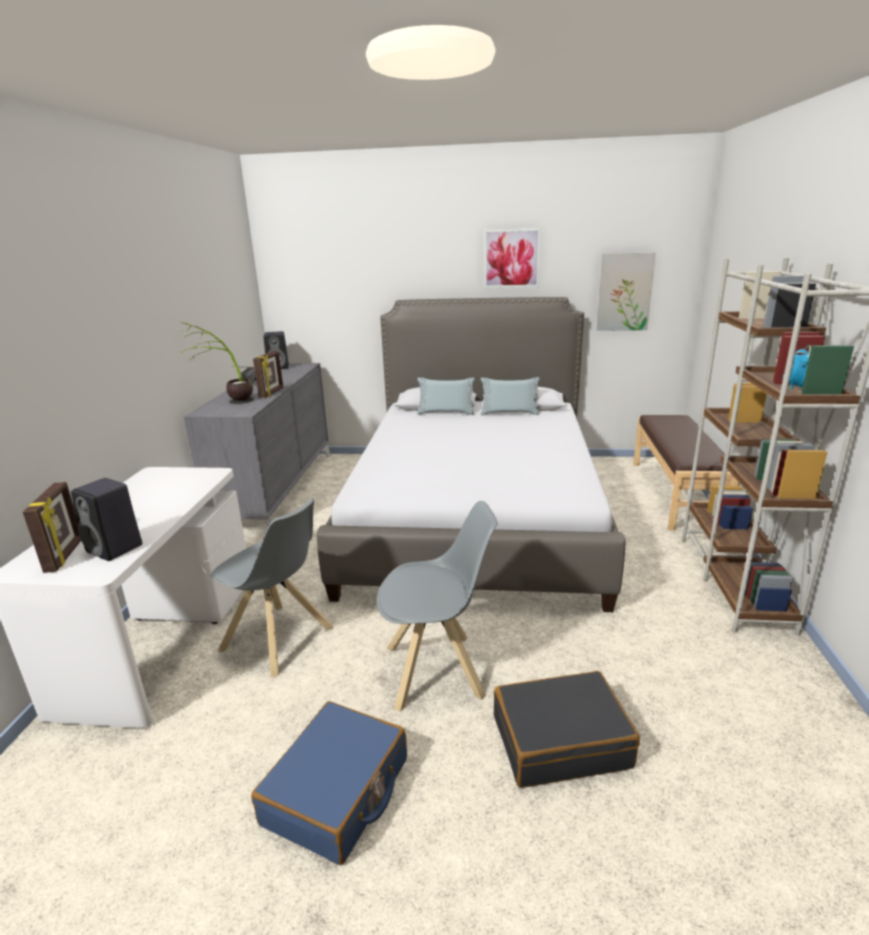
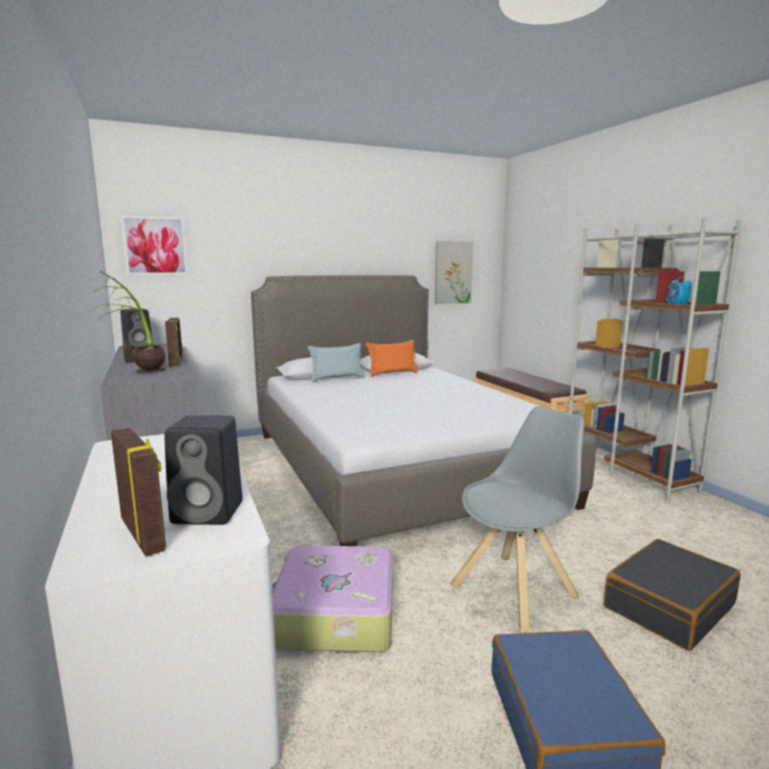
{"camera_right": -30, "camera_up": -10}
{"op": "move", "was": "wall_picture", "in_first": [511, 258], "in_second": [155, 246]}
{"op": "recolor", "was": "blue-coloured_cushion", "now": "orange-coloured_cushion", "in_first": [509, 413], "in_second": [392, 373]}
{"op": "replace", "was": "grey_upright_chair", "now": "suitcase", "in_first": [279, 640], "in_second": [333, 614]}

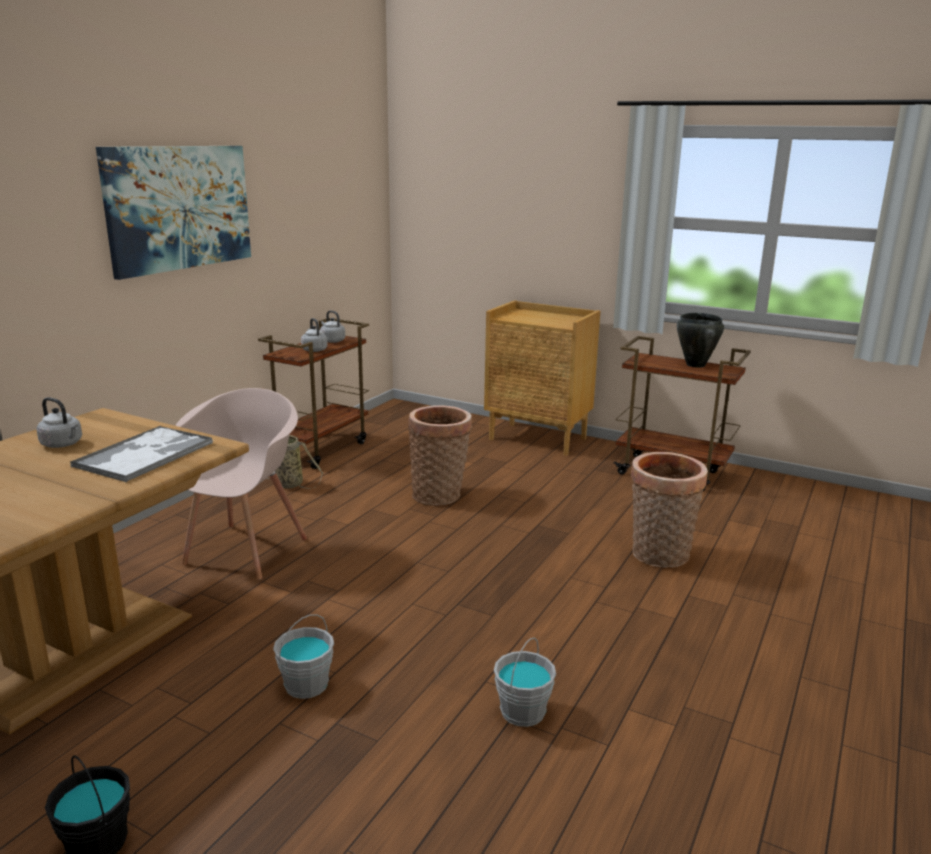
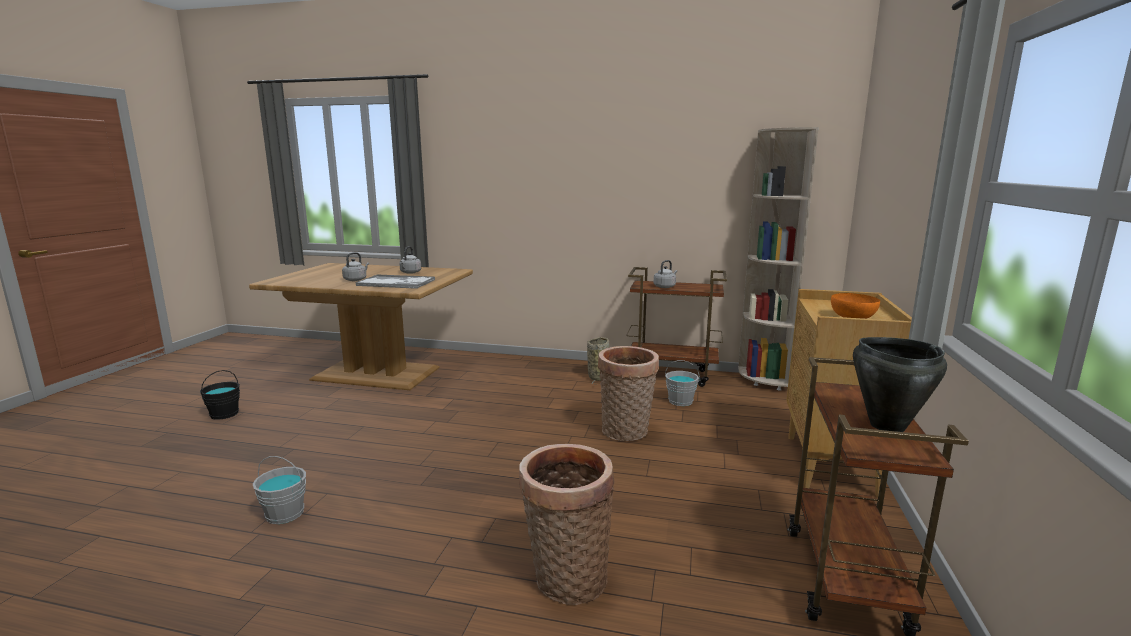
{"camera_right": 75, "camera_up": -5}
{"op": "delete", "was": "wall_picture", "in_first": [179, 208]}
{"op": "move", "was": "grey_kettle", "in_first": [332, 341], "in_second": [356, 279]}
{"op": "delete", "was": "beige-coloured_upright_chair", "in_first": [246, 550]}
{"op": "move", "was": "grey_water_bucket", "in_first": [306, 684], "in_second": [680, 401]}
{"op": "insert", "now": "beige-coloured_bookcase", "in_second": [763, 382]}
{"op": "insert", "now": "orange-coloured_deep_dish", "in_second": [852, 317]}

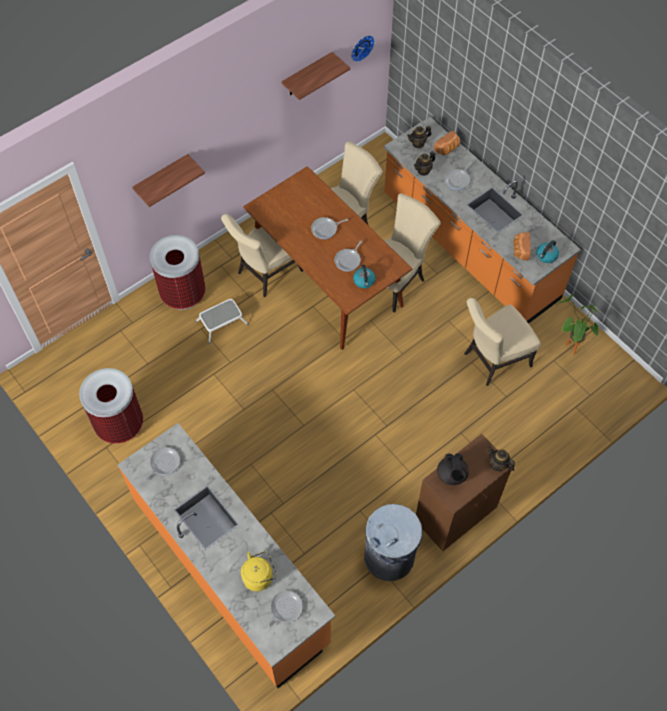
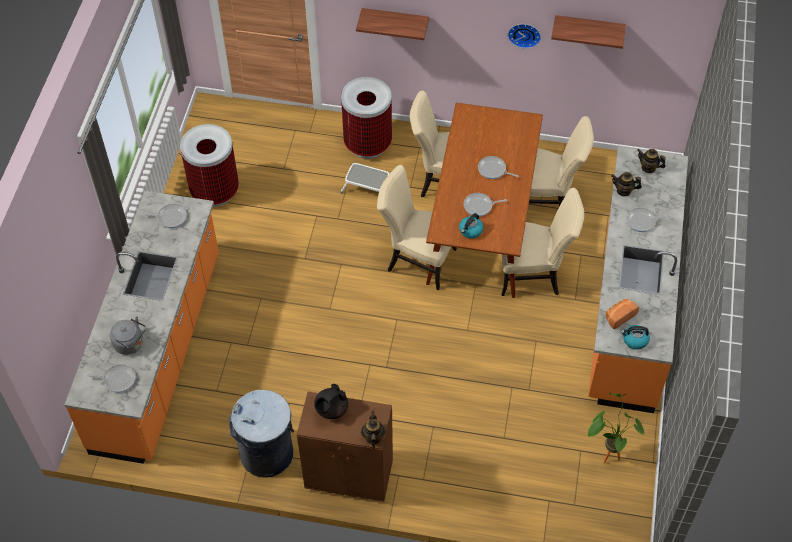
{"camera_right": 50, "camera_up": -5}
{"op": "move", "was": "hanging_clock", "in_first": [361, 47], "in_second": [524, 34]}
{"op": "delete", "was": "baked_bread", "in_first": [447, 149]}
{"op": "move", "was": "beige-coloured_upright_chair", "in_first": [493, 360], "in_second": [417, 260]}
{"op": "recolor", "was": "yellow-coloured_kettle", "now": "grey_kettle", "in_first": [259, 576], "in_second": [130, 344]}

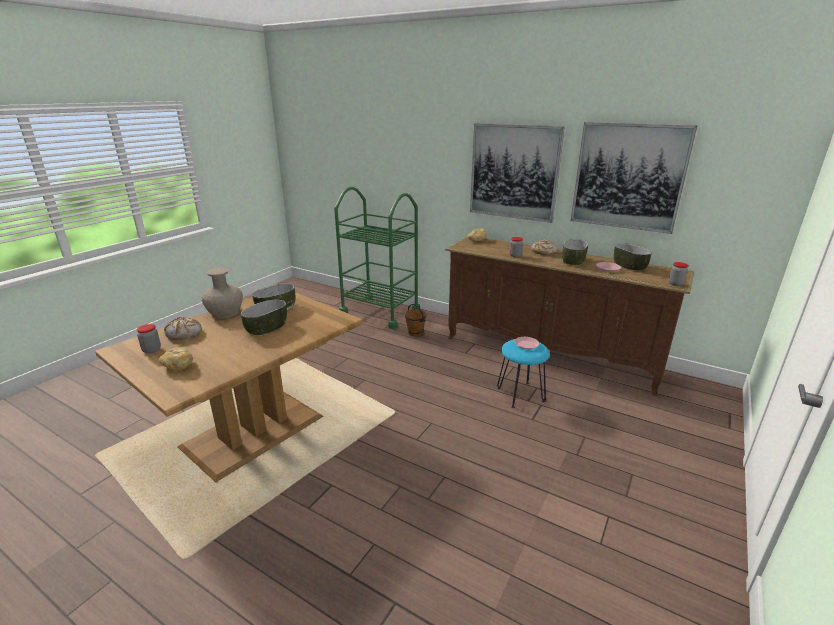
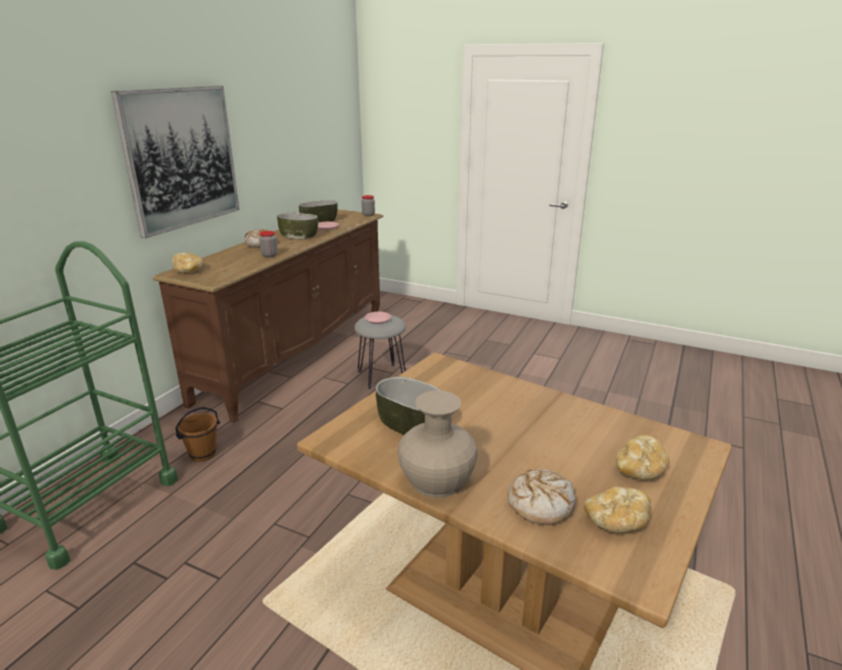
{"camera_right": -95, "camera_up": 0}
{"op": "delete", "was": "wall_picture", "in_first": [628, 177]}
{"op": "delete", "was": "deep_dish", "in_first": [266, 328]}
{"op": "replace", "was": "jar", "now": "baked_bread", "in_first": [152, 350], "in_second": [616, 522]}
{"op": "recolor", "was": "turquoise-coloured_sitting_stool", "now": "grey_sitting_stool", "in_first": [520, 395], "in_second": [382, 376]}

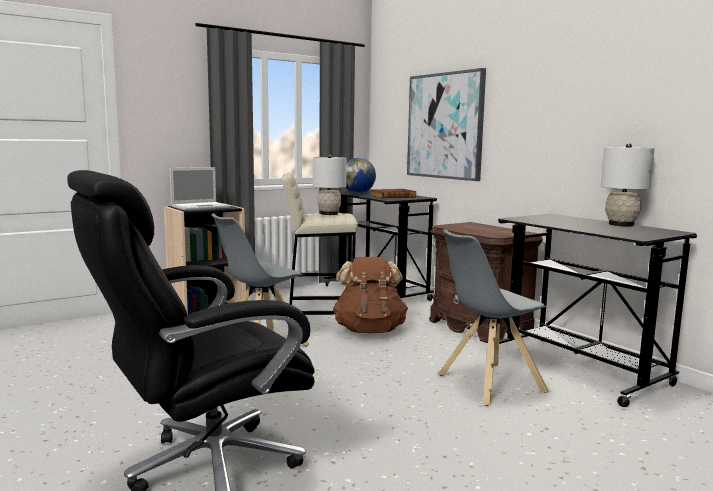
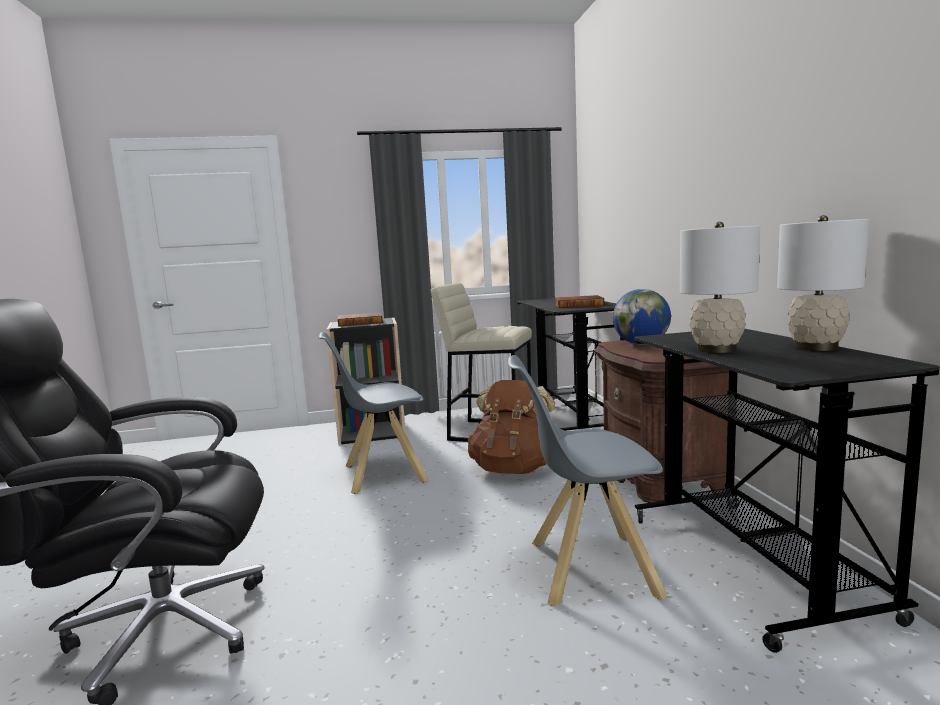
{"camera_right": 25, "camera_up": 0}
{"op": "delete", "was": "wall_picture", "in_first": [445, 126]}
{"op": "move", "was": "white_lamp_for_a_table", "in_first": [329, 214], "in_second": [716, 349]}
{"op": "move", "was": "globe", "in_first": [358, 193], "in_second": [641, 344]}
{"op": "replace", "was": "portable_computer", "now": "bound_book", "in_first": [201, 207], "in_second": [360, 322]}

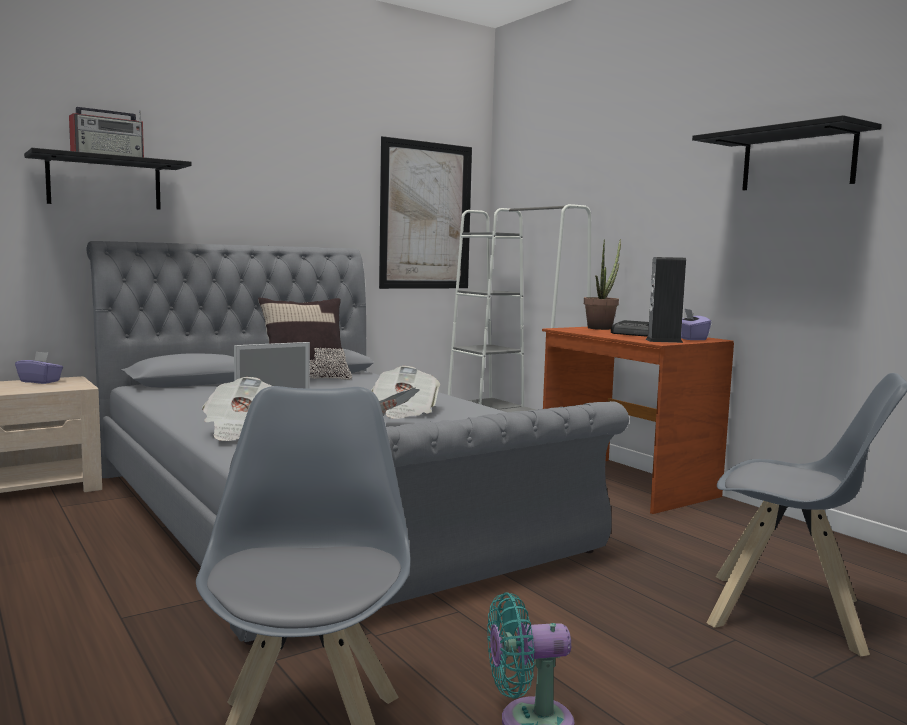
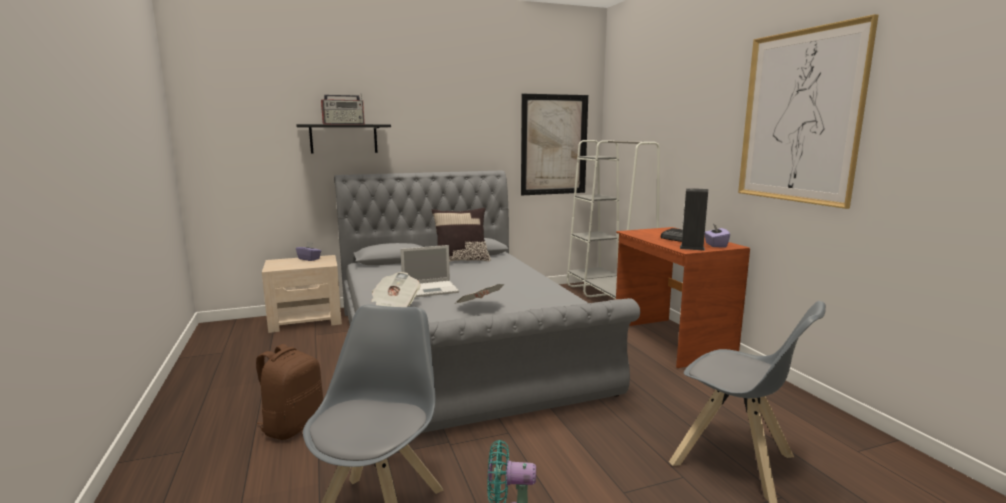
{"camera_right": 15, "camera_up": 5}
{"op": "replace", "was": "blackish_bracket_shelf", "now": "wall_picture", "in_first": [798, 160], "in_second": [799, 117]}
{"op": "delete", "was": "potted_plant", "in_first": [602, 328]}
{"op": "delete", "was": "newspaper", "in_first": [404, 411]}
{"op": "insert", "now": "brown_rucksack", "in_second": [293, 425]}

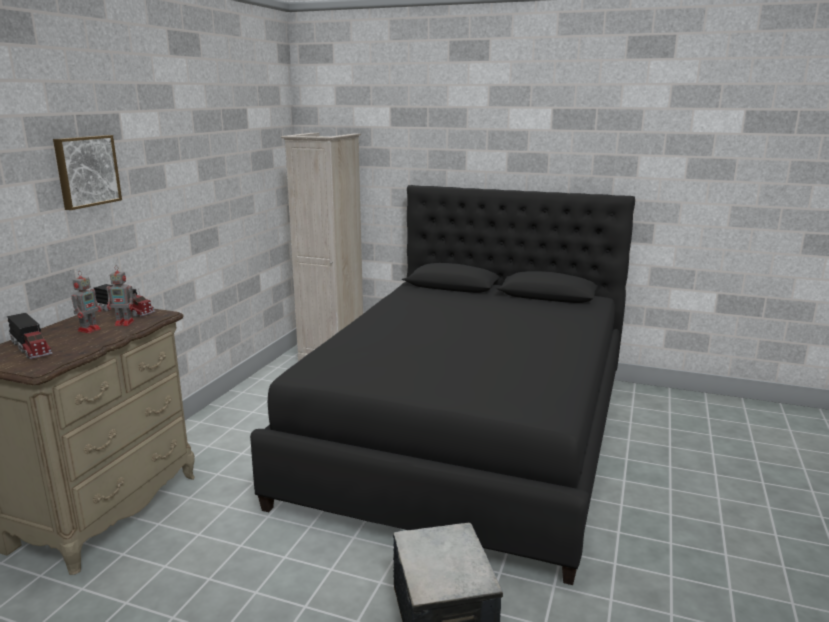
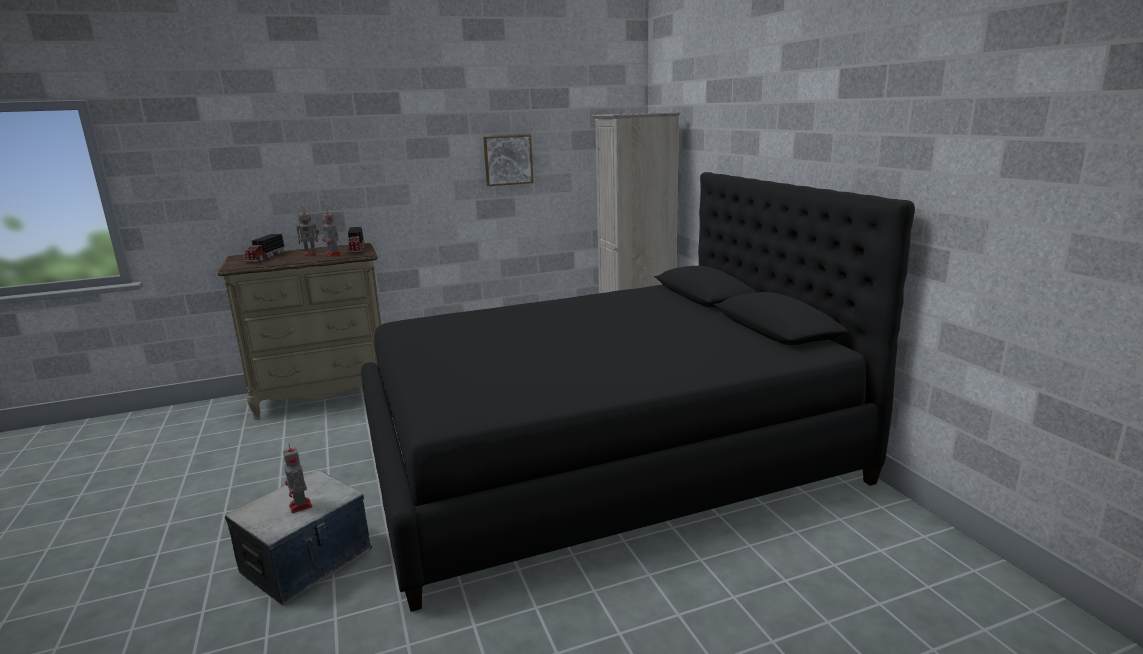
{"camera_right": 50, "camera_up": 0}
{"op": "move", "was": "wall_picture", "in_first": [86, 171], "in_second": [508, 160]}
{"op": "insert", "now": "toy_robot", "in_second": [300, 507]}

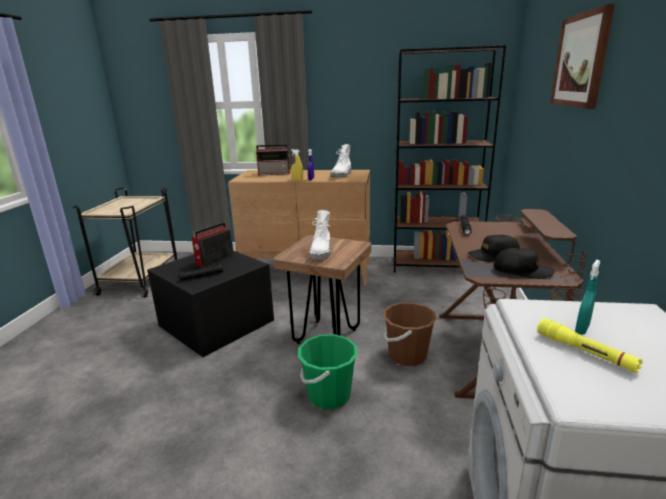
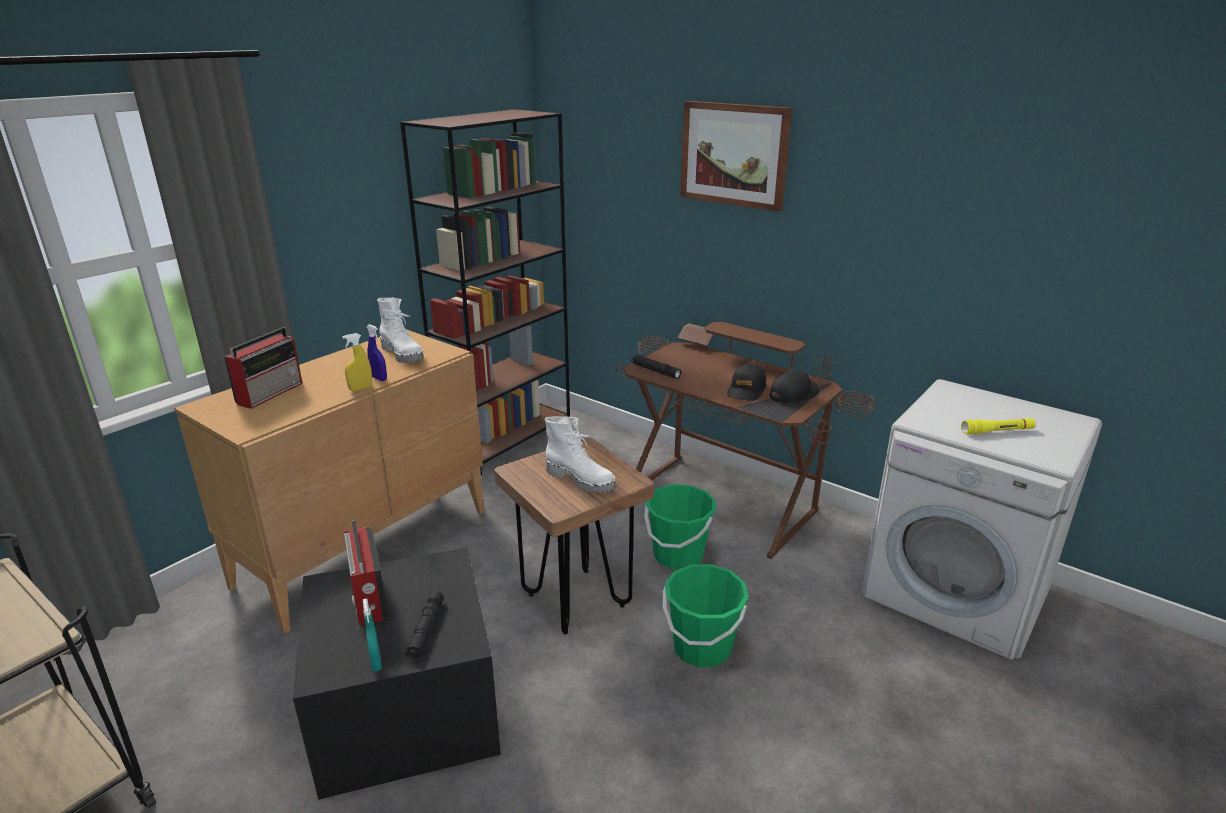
{"camera_right": -60, "camera_up": 5}
{"op": "move", "was": "turquoise-coloured_spray_bottle", "in_first": [582, 329], "in_second": [376, 662]}
{"op": "recolor", "was": "brown_water_bucket", "now": "green-coloured_water_bucket", "in_first": [407, 355], "in_second": [678, 555]}

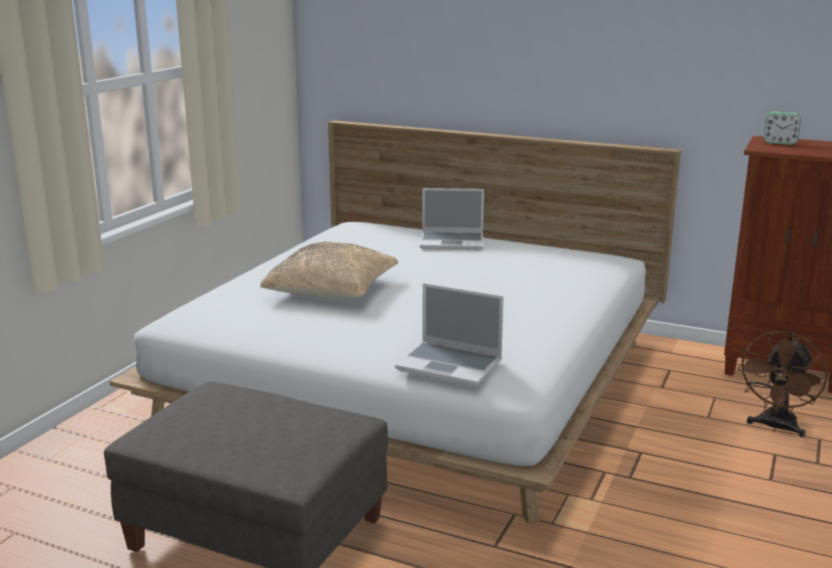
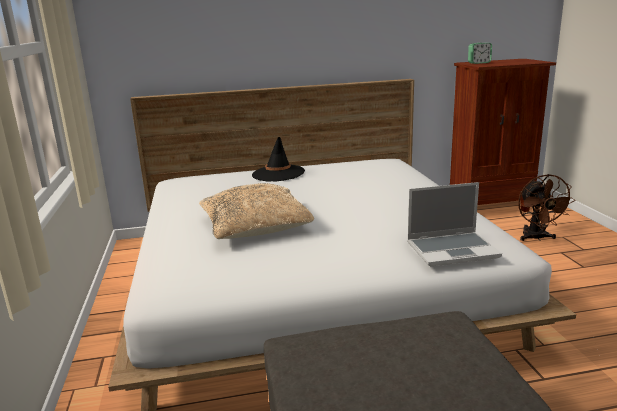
{"camera_right": -35, "camera_up": 0}
{"op": "replace", "was": "portable_computer", "now": "blackish_clothing_hat", "in_first": [453, 242], "in_second": [278, 173]}

